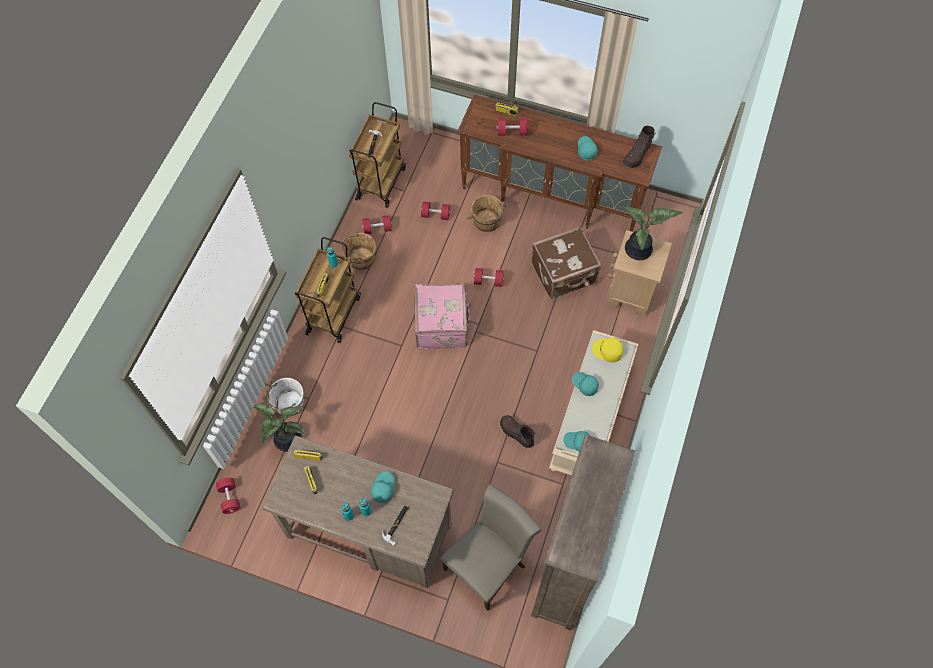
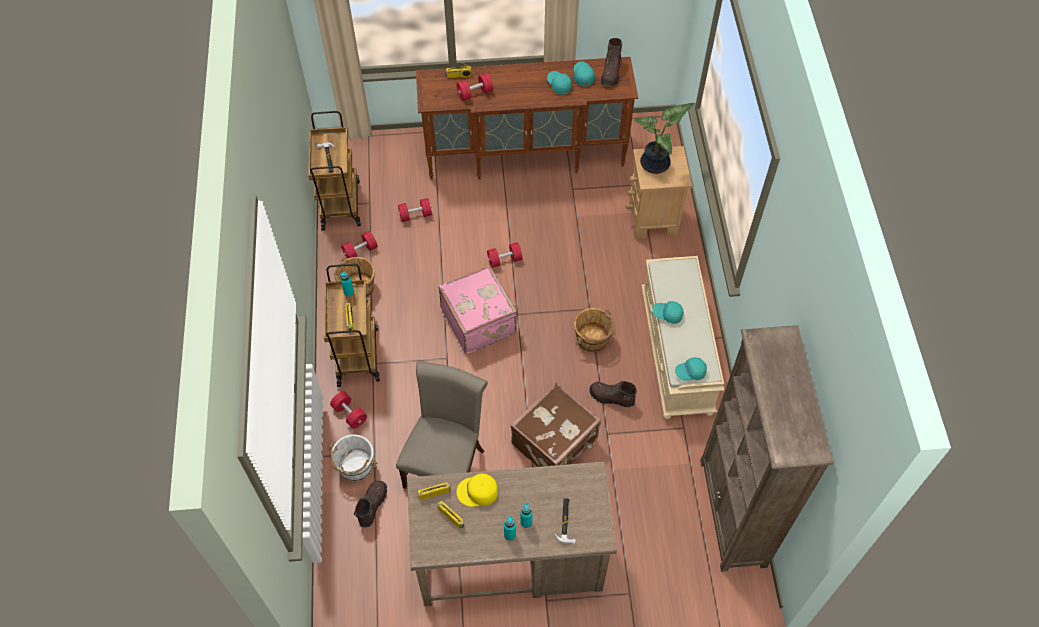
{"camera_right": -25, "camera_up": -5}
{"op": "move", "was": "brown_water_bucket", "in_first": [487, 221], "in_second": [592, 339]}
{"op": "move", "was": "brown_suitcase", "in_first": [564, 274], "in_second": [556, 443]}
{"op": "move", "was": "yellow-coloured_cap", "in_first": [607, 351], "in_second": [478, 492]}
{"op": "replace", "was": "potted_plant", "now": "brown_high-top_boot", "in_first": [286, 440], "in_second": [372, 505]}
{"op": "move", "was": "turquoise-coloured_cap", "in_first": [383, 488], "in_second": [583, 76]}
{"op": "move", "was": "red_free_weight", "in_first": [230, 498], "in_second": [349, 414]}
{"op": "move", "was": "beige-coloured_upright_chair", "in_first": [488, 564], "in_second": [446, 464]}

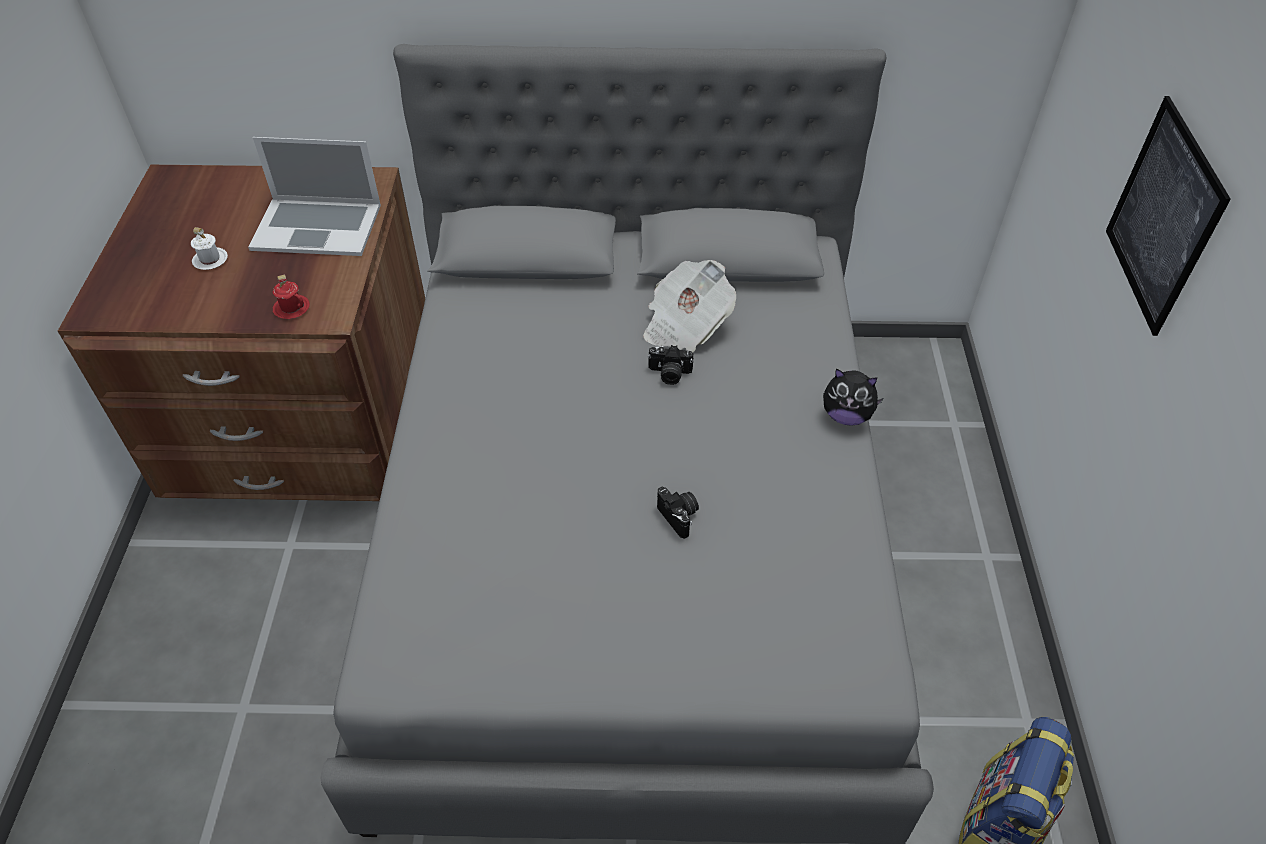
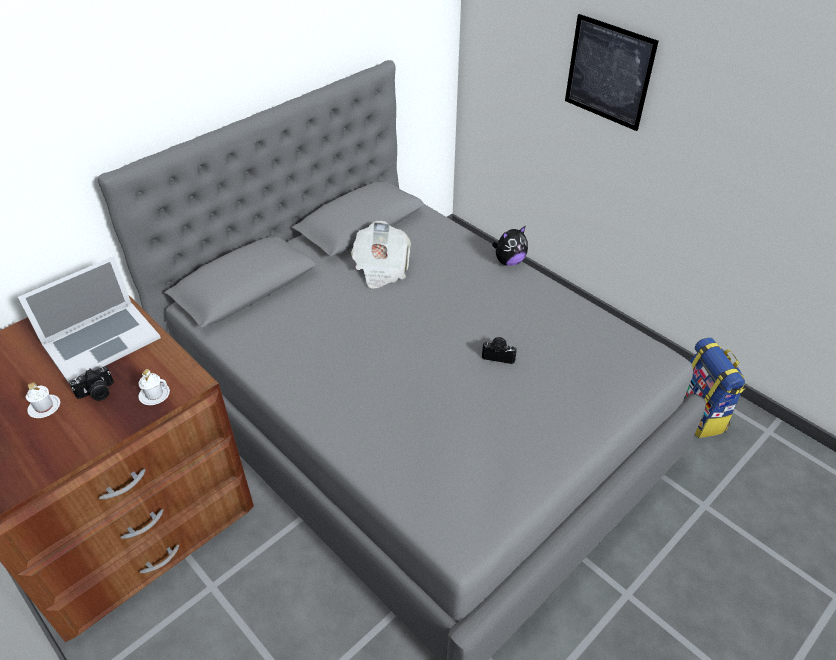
{"camera_right": -45, "camera_up": -5}
{"op": "recolor", "was": "red_tea_mug", "now": "white_tea_mug", "in_first": [291, 308], "in_second": [154, 395]}
{"op": "move", "was": "still_camera", "in_first": [669, 374], "in_second": [97, 393]}

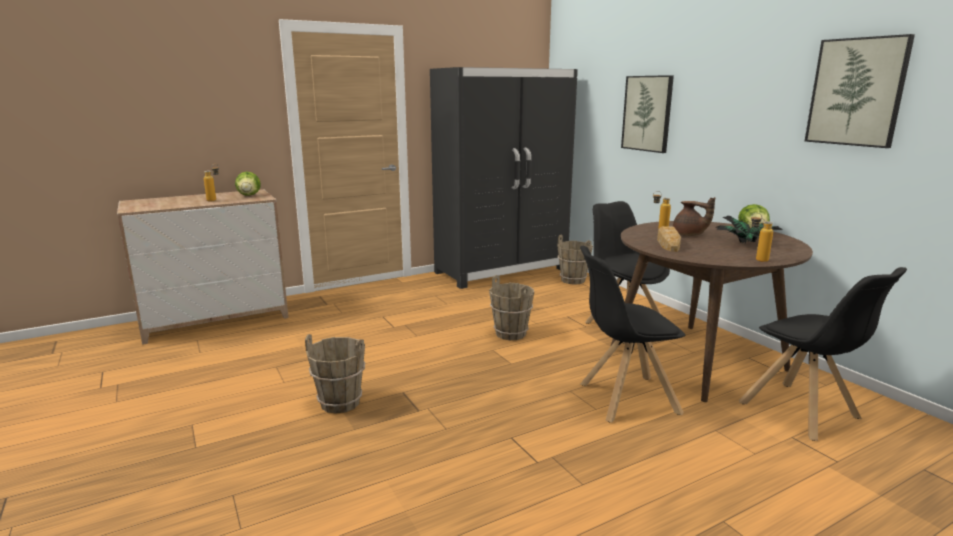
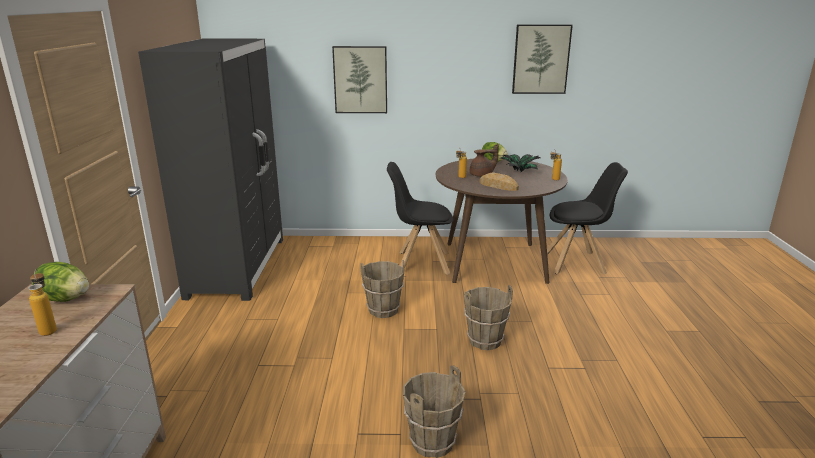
{"camera_right": -60, "camera_up": 5}
{"op": "move", "was": "brown_water_bucket", "in_first": [573, 280], "in_second": [484, 340]}
{"op": "delete", "was": "blackish_upright_chair", "in_first": [624, 398]}

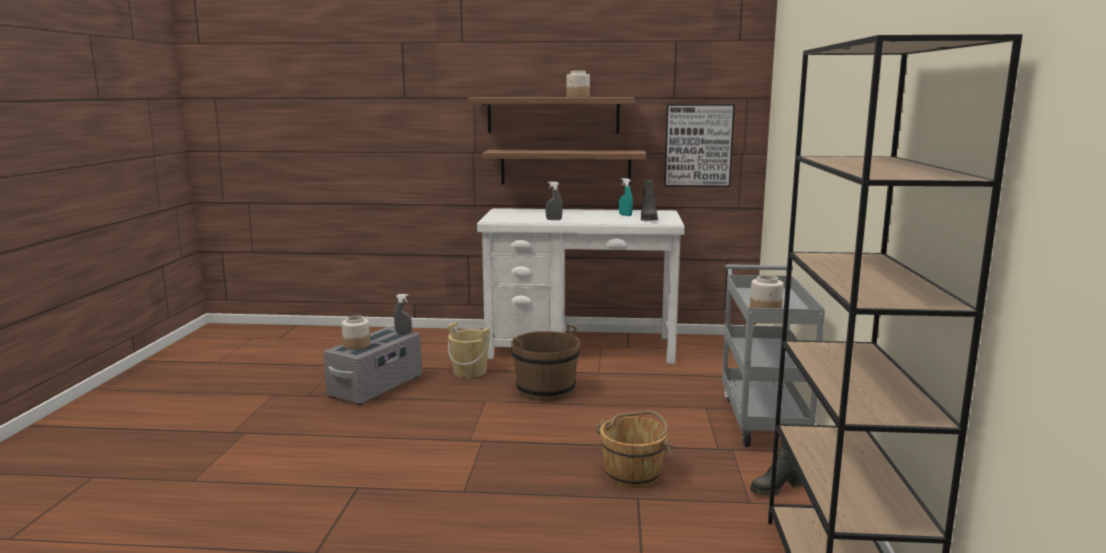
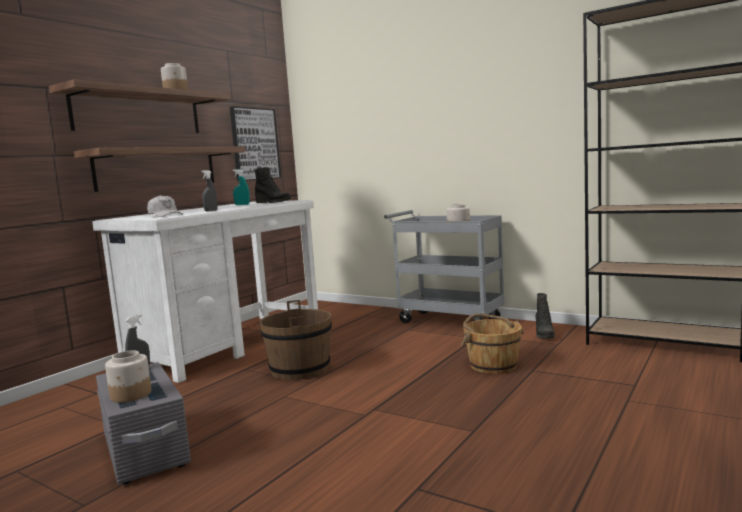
{"camera_right": -60, "camera_up": -5}
{"op": "delete", "was": "beige-coloured_water_bucket", "in_first": [470, 372]}
{"op": "insert", "now": "white_cap", "in_second": [165, 215]}

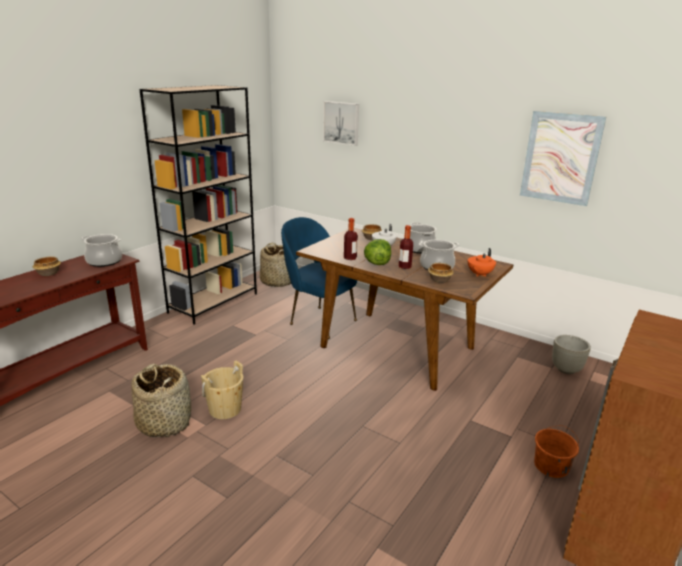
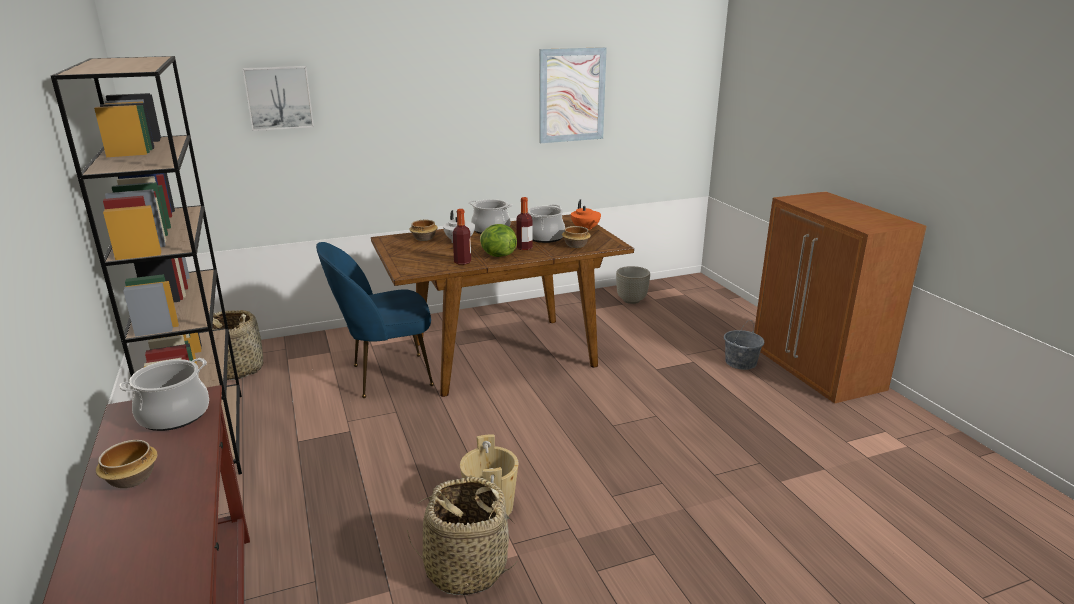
{"camera_right": -55, "camera_up": 0}
{"op": "recolor", "was": "orange-coloured_water_bucket", "now": "grey_water_bucket", "in_first": [551, 466], "in_second": [740, 362]}

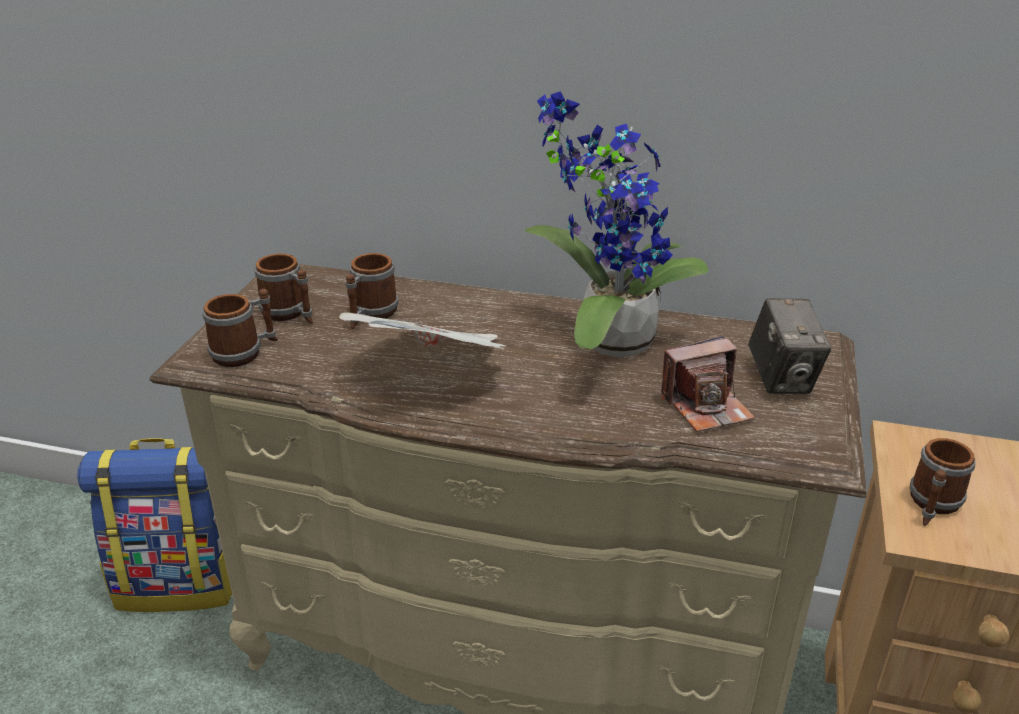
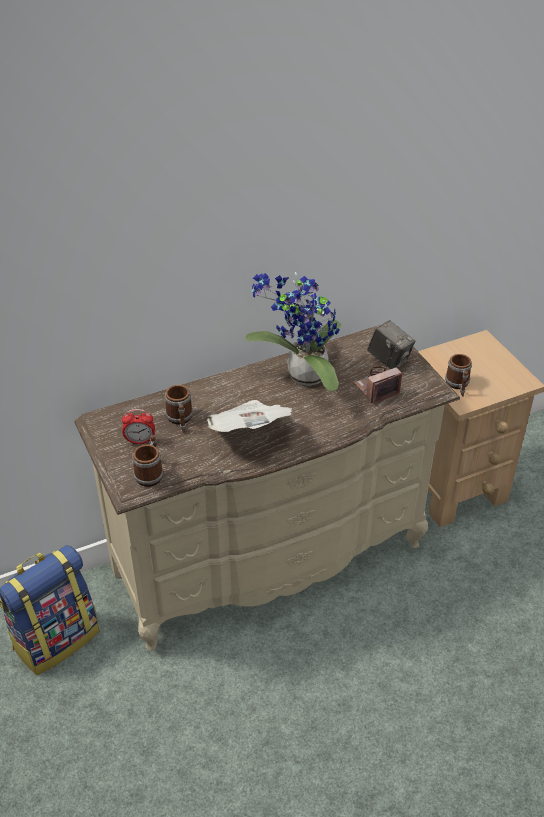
{"camera_right": -40, "camera_up": 10}
{"op": "replace", "was": "tea_mug", "now": "alarm_clock", "in_first": [290, 314], "in_second": [140, 441]}
{"op": "rotate", "was": "still_camera", "in_first": [706, 406], "in_second": [376, 390], "clockwise": -150}

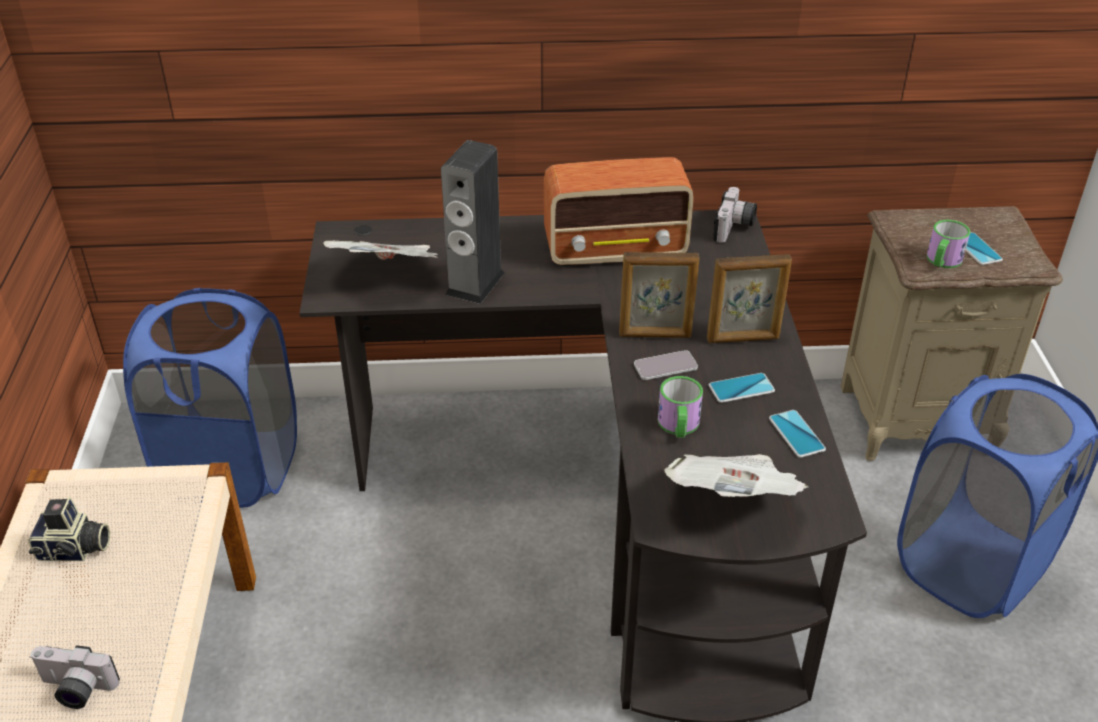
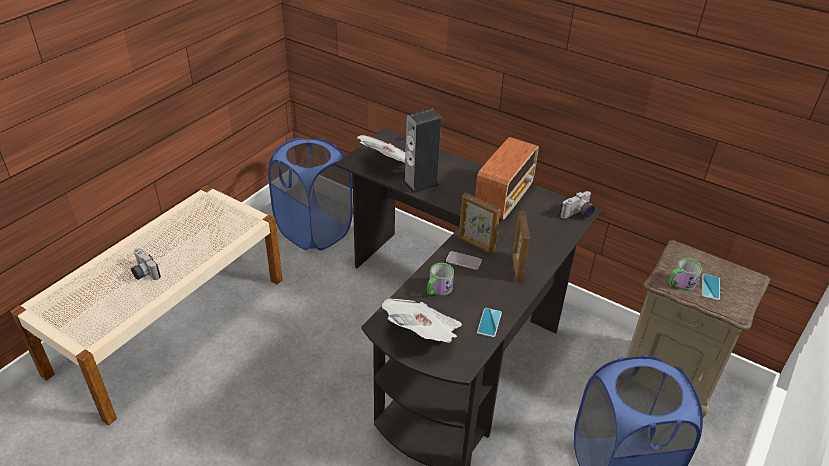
{"camera_right": 35, "camera_up": 0}
{"op": "rotate", "was": "radio_receiver", "in_first": [617, 250], "in_second": [504, 198], "clockwise": -90}
{"op": "rotate", "was": "photo_frame", "in_first": [743, 339], "in_second": [517, 267], "clockwise": 60}
{"op": "delete", "was": "phone", "in_first": [741, 388]}
{"op": "delete", "was": "still_camera", "in_first": [74, 550]}

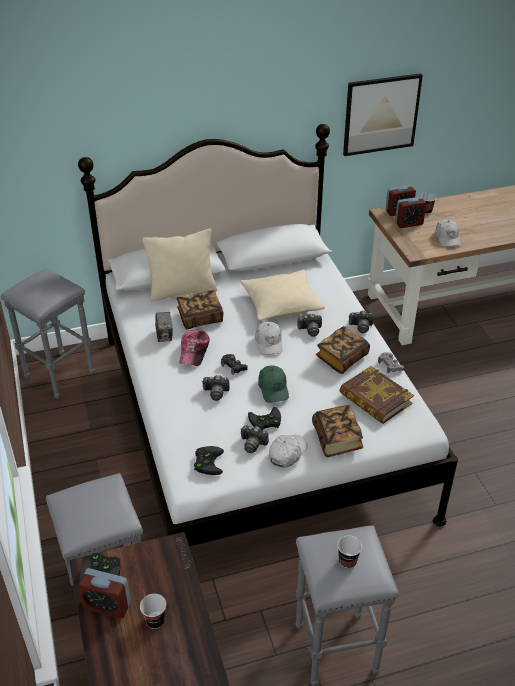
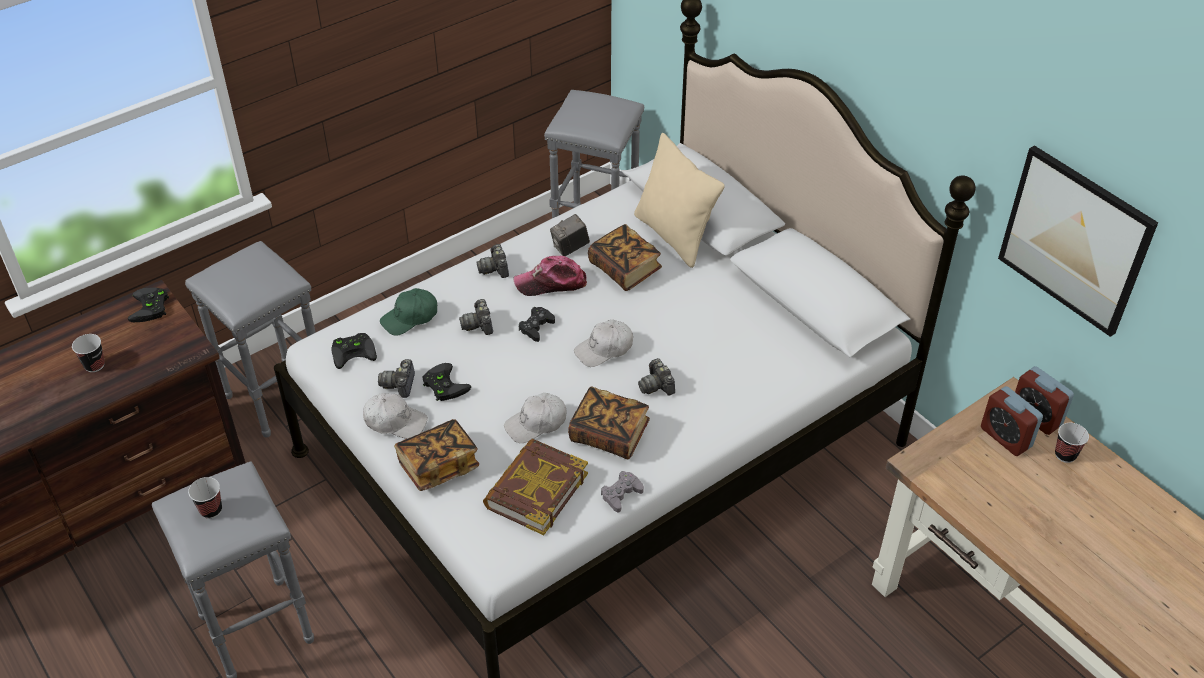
{"camera_right": 70, "camera_up": 5}
{"op": "move", "was": "white_cap", "in_first": [447, 238], "in_second": [536, 423]}
{"op": "delete", "was": "beige-coloured_cushion", "in_first": [282, 304]}
{"op": "move", "was": "still_camera", "in_first": [361, 326], "in_second": [495, 268]}
{"op": "move", "was": "green-coloured_cap", "in_first": [273, 388], "in_second": [410, 318]}
{"op": "delete", "was": "alarm_clock", "in_first": [107, 605]}

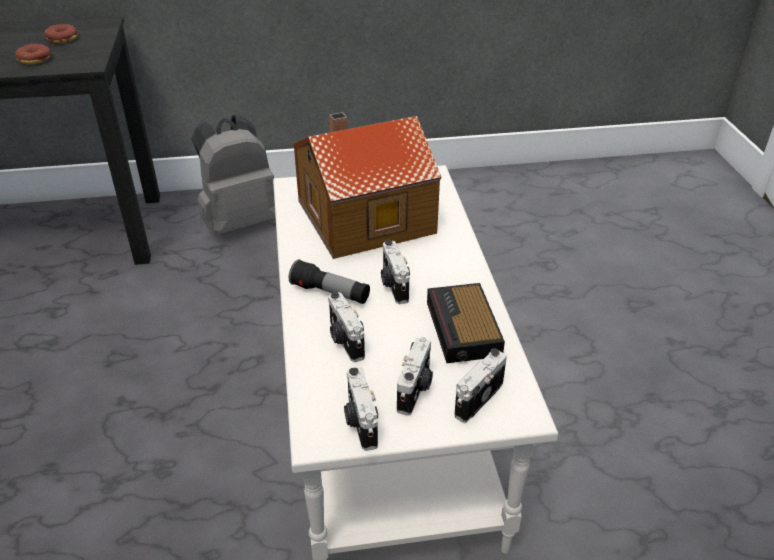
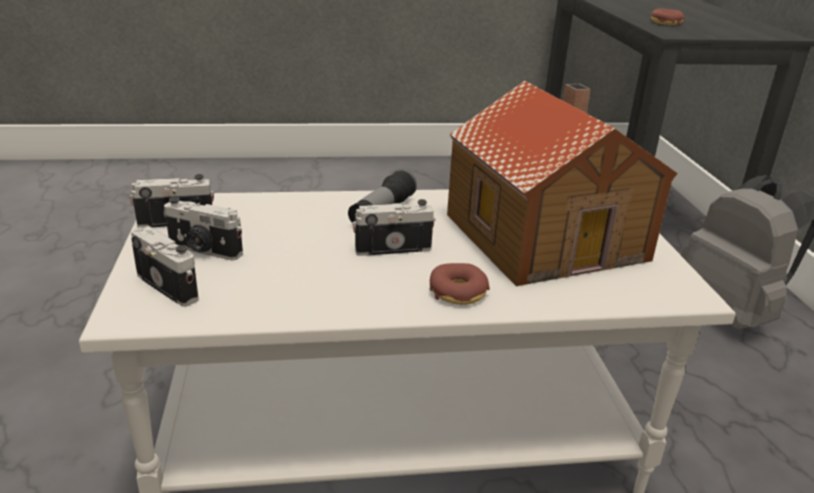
{"camera_right": 90, "camera_up": -10}
{"op": "move", "was": "donut", "in_first": [62, 39], "in_second": [458, 292]}
{"op": "delete", "was": "alarm_clock", "in_first": [463, 330]}
{"op": "delete", "was": "still_camera", "in_first": [345, 341]}

